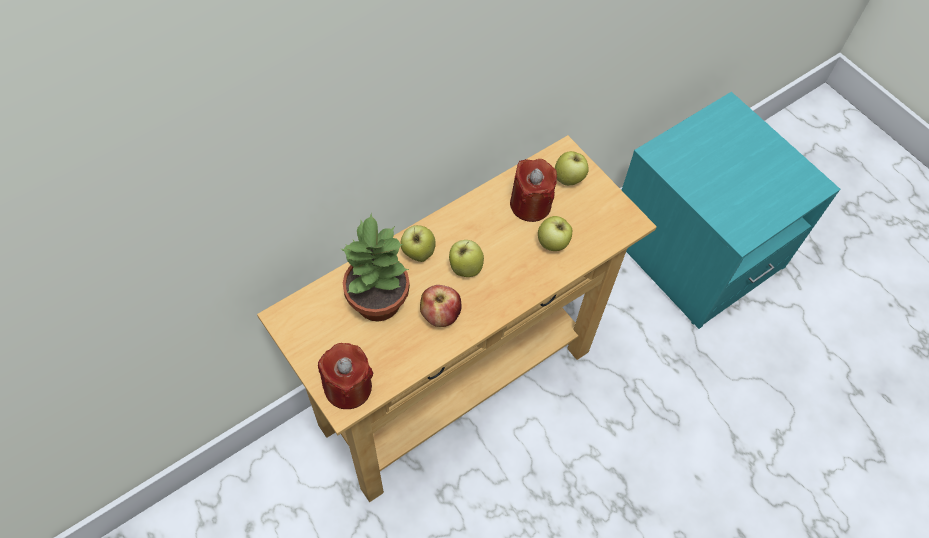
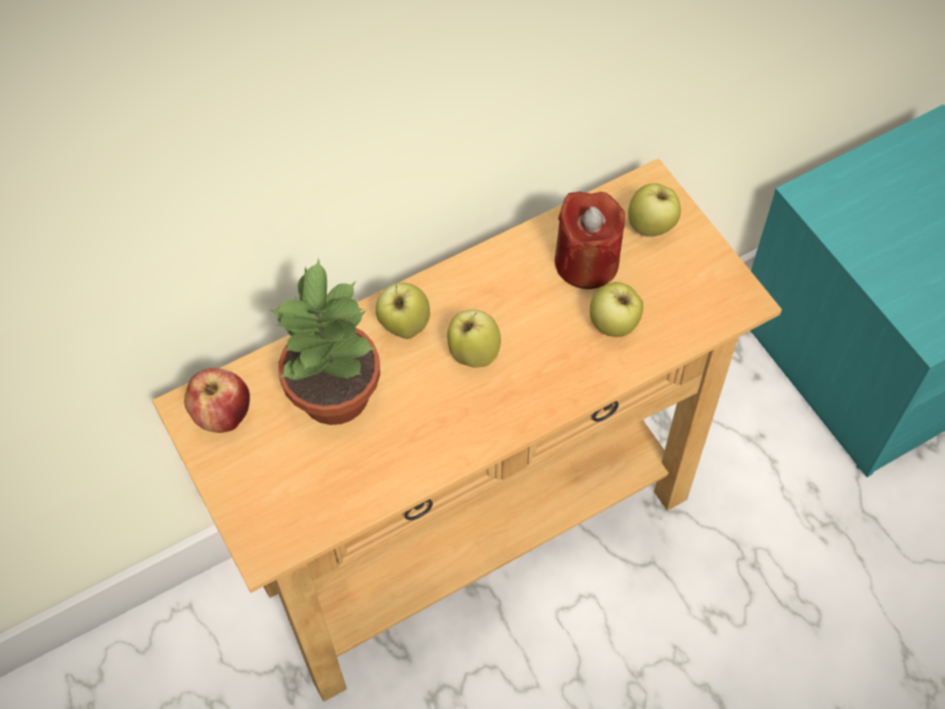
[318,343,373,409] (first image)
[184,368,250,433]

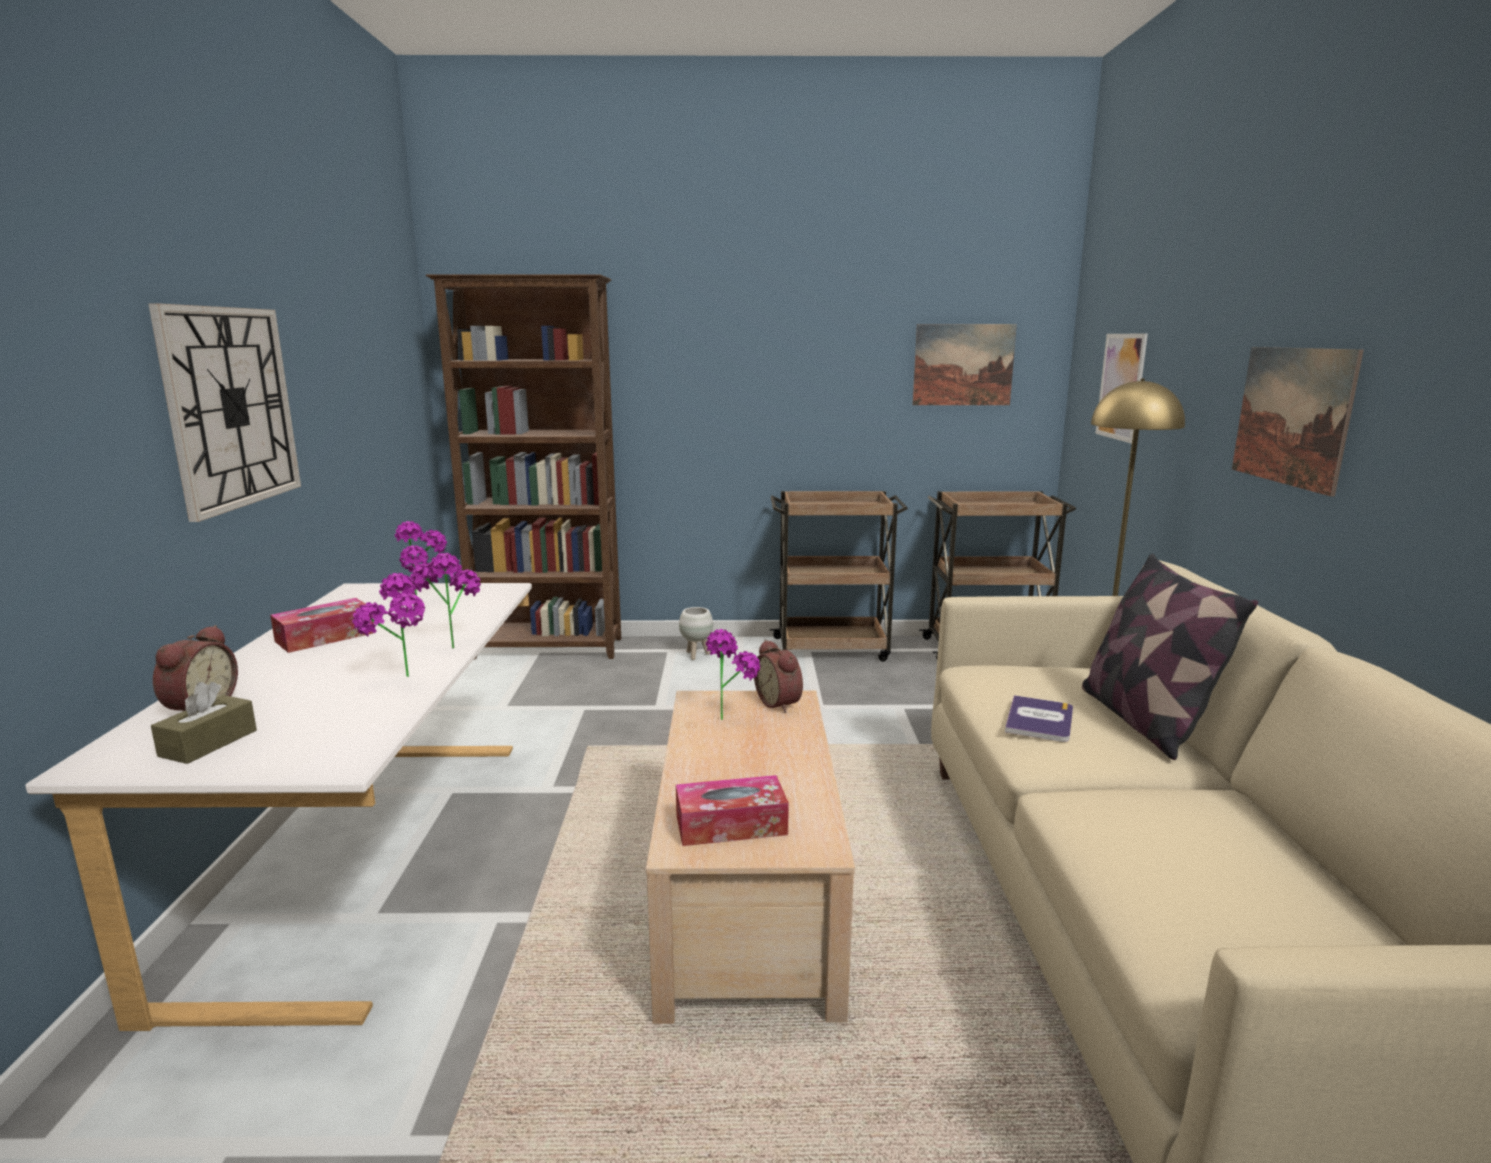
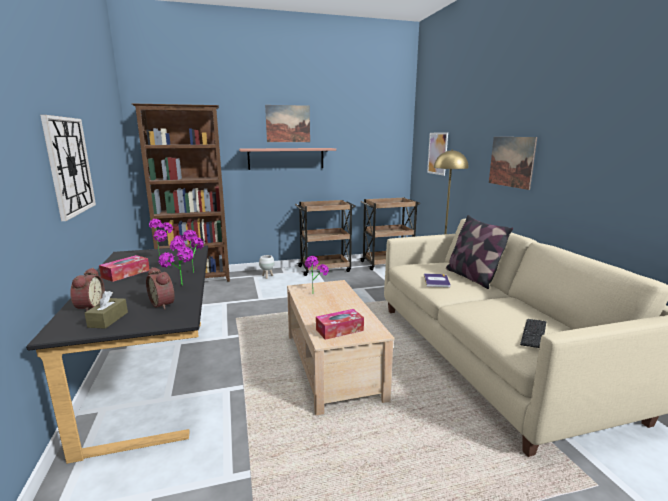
[26,246,208,464]
[146,267,175,309]
[265,105,310,142]
[239,148,336,170]
[520,319,546,348]

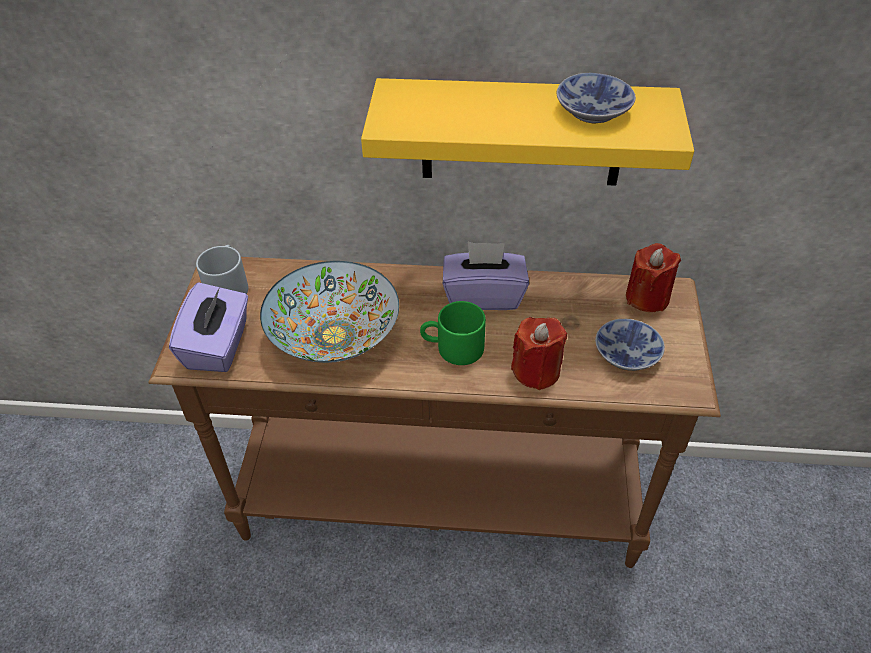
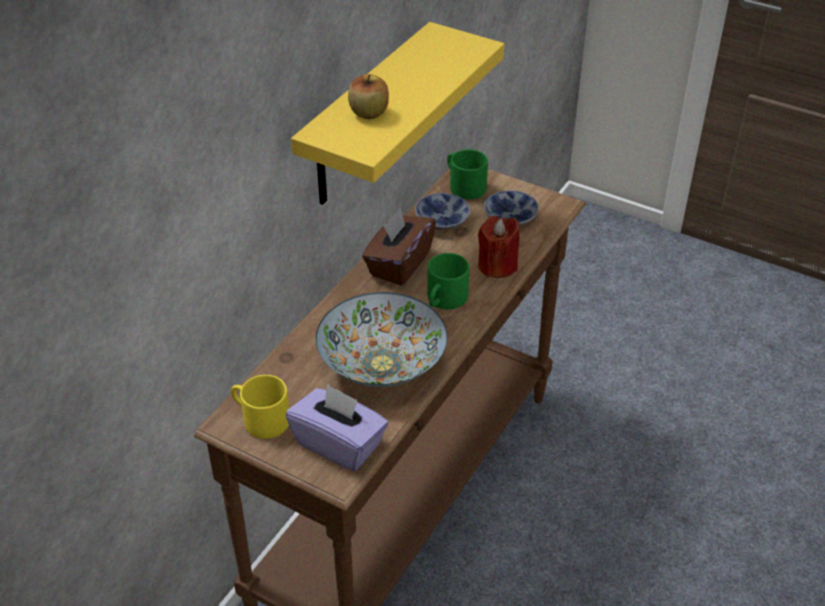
[231,375,289,439]
[362,207,436,286]
[415,193,470,230]
[447,149,488,199]
[348,74,389,119]

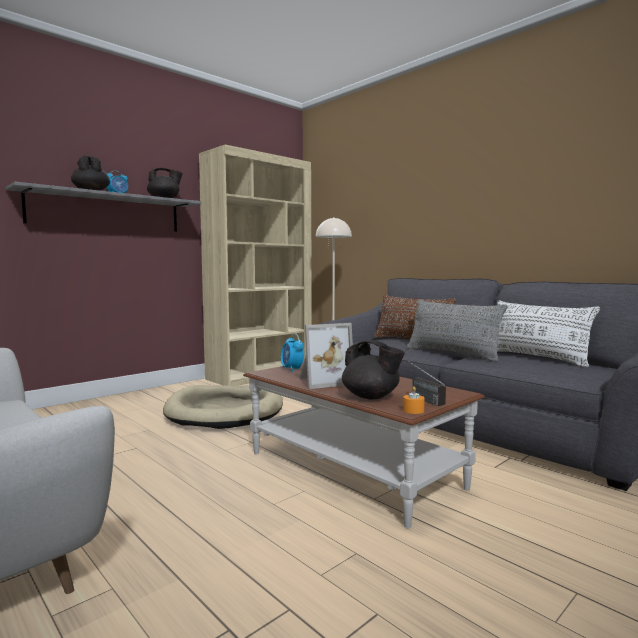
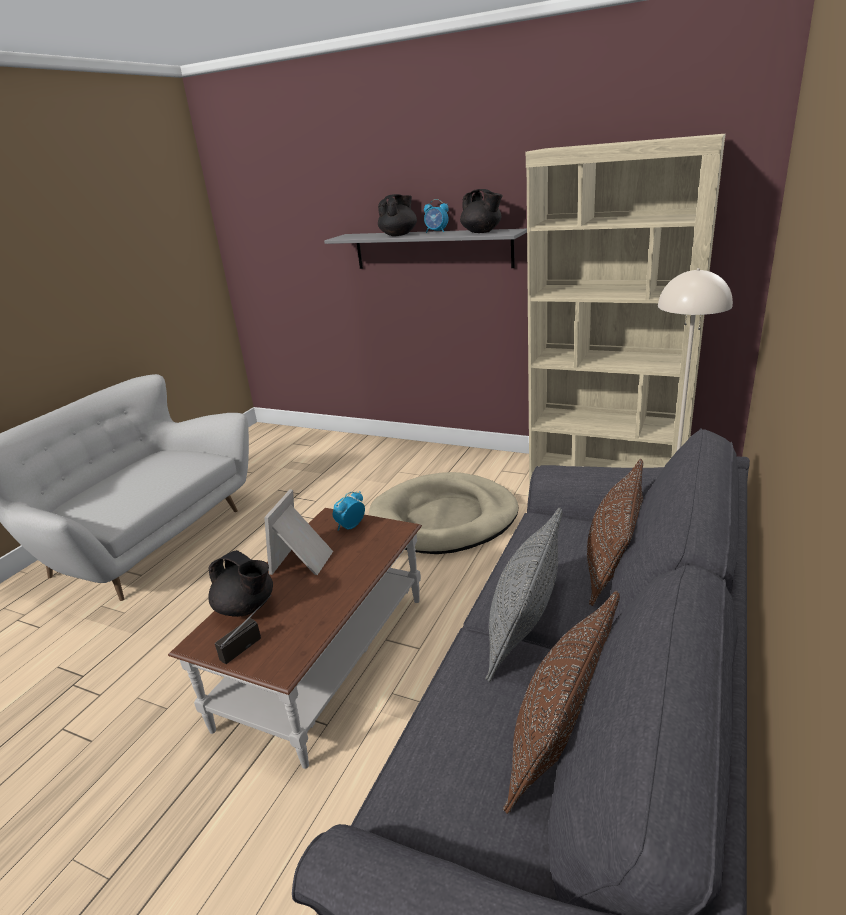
[264,489,333,575]
[208,550,273,617]
[403,386,425,414] (first image)
[503,591,620,814]

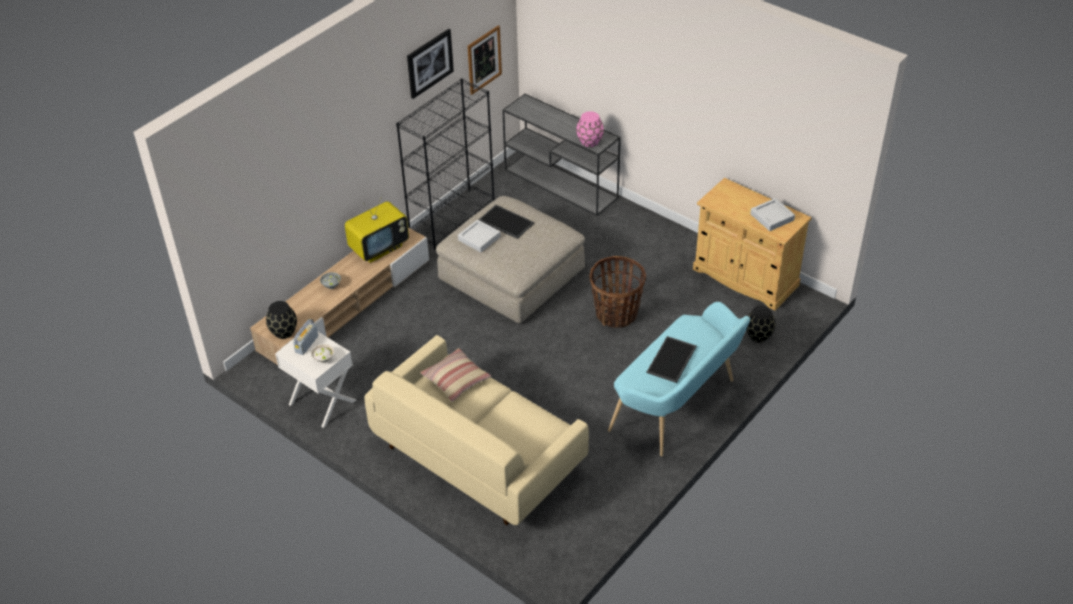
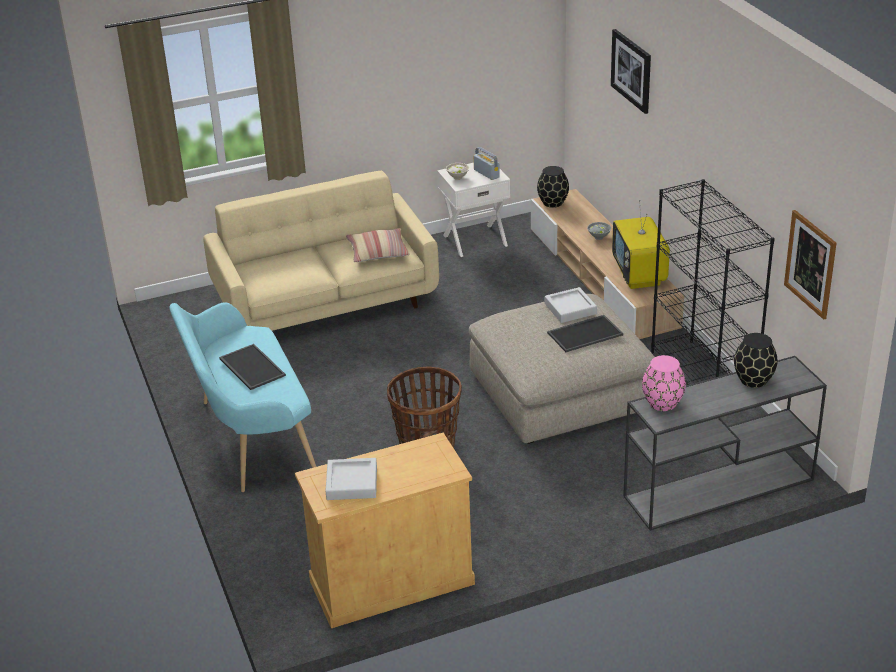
[611,29,651,114]
[734,333,777,388]

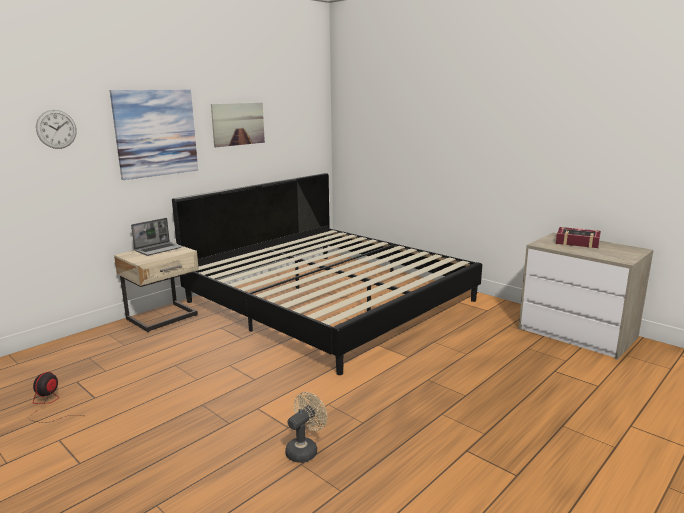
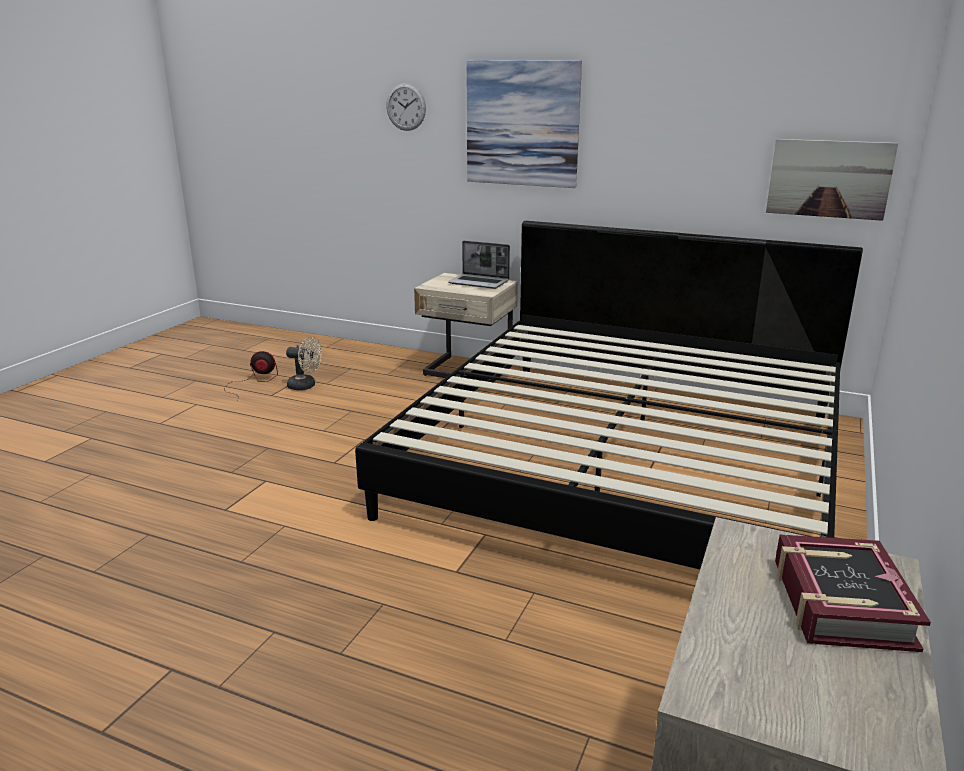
[766,139,898,221]
[286,337,322,390]

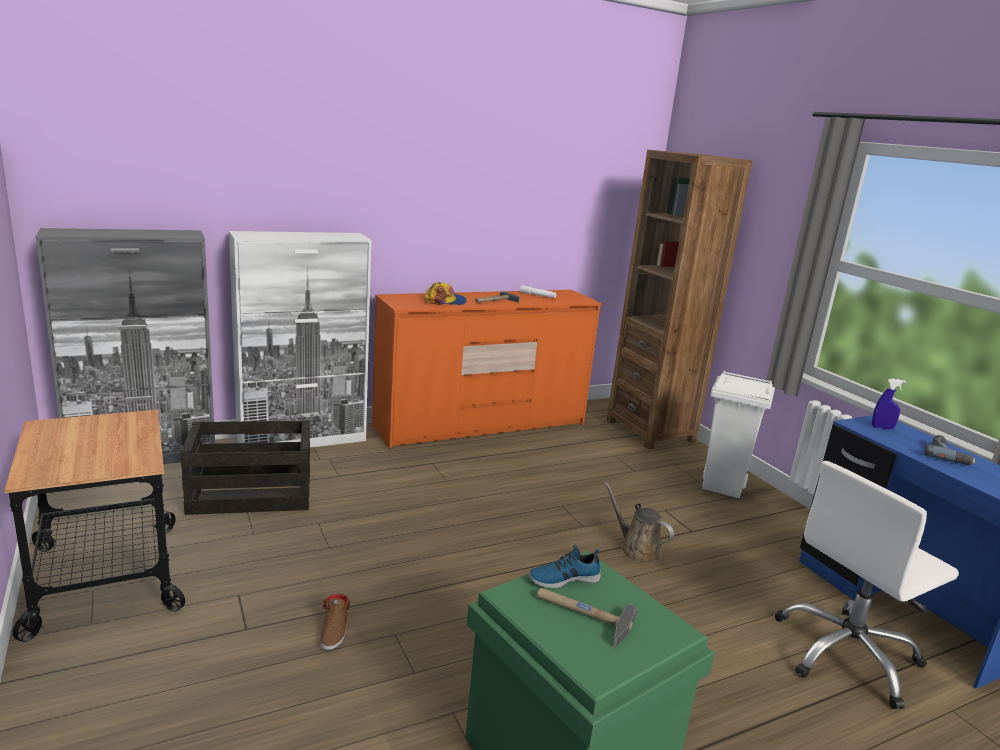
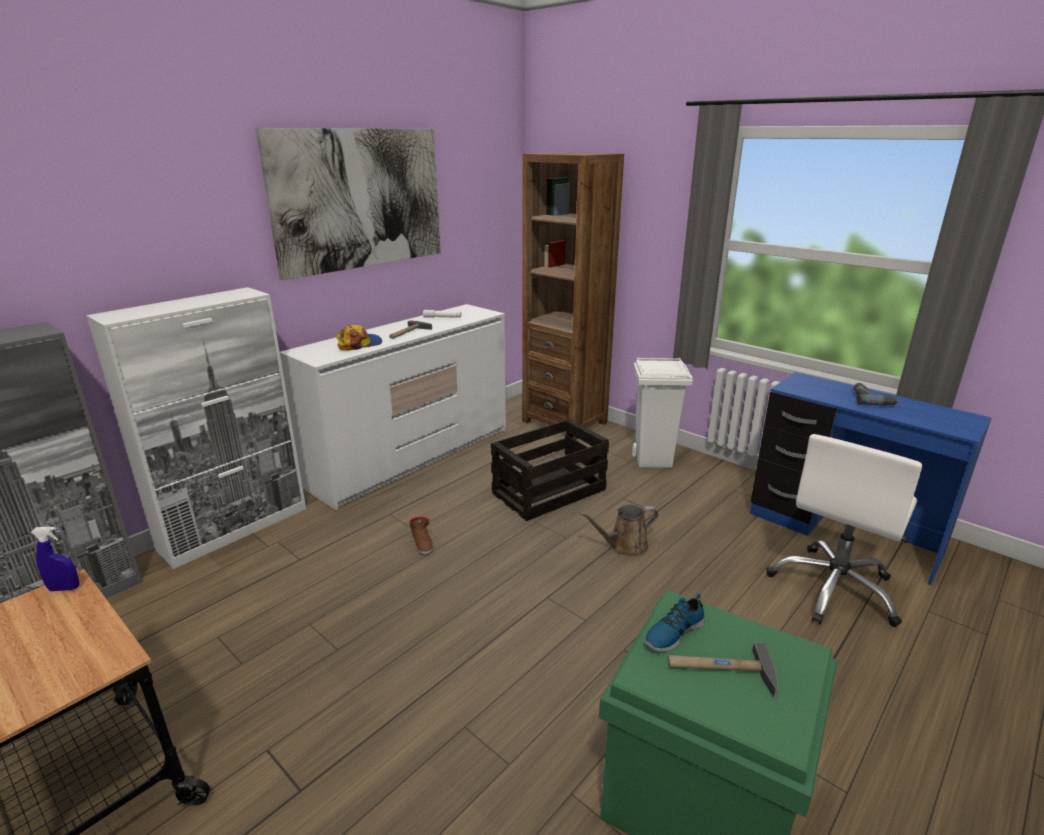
[491,419,609,521]
[409,517,433,555]
[280,304,506,511]
[580,505,658,556]
[30,526,79,591]
[256,128,440,280]

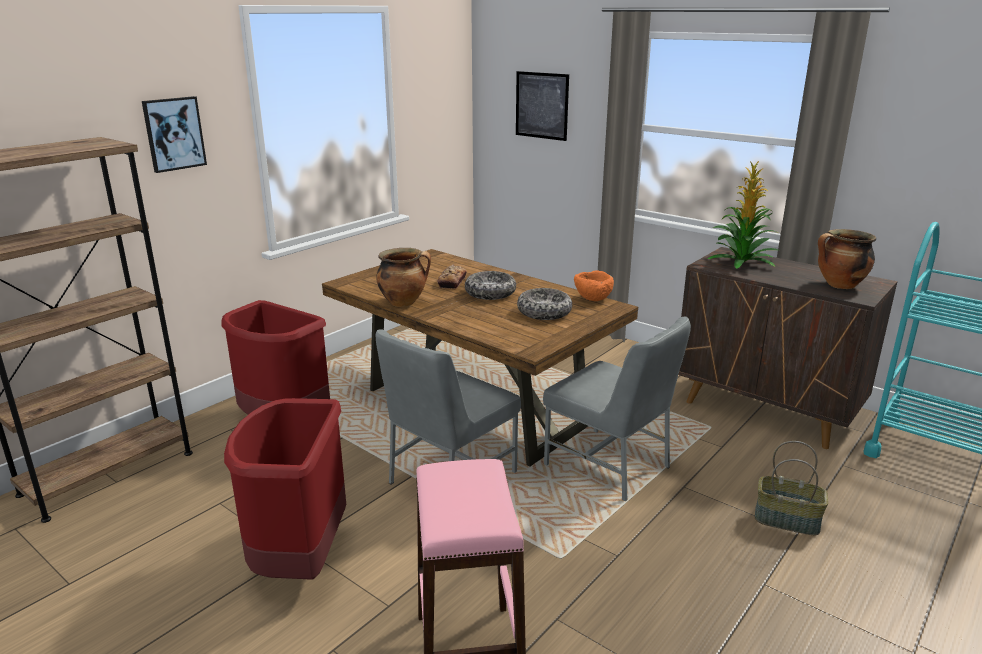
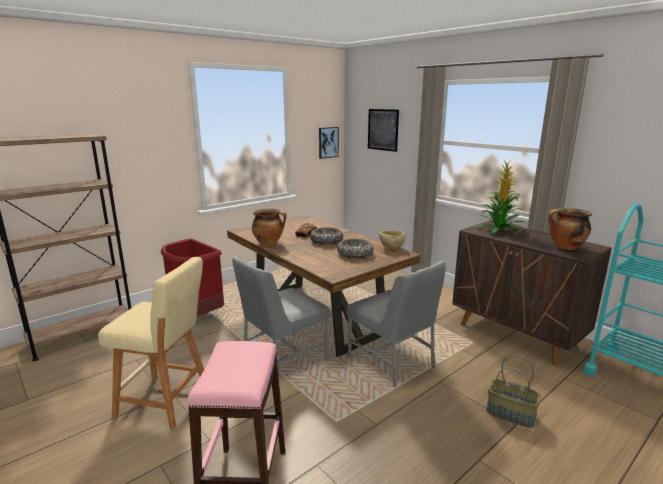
[319,127,339,159]
[98,257,204,429]
[379,230,405,250]

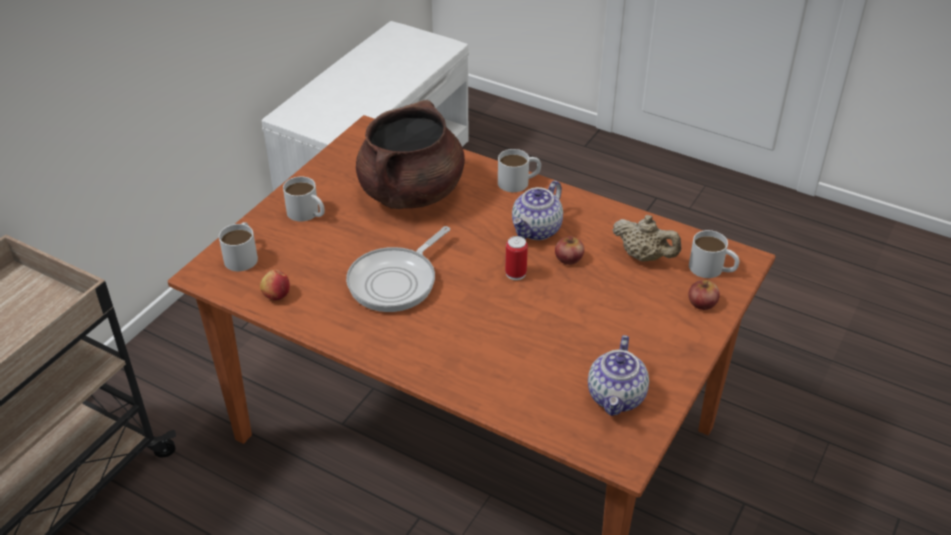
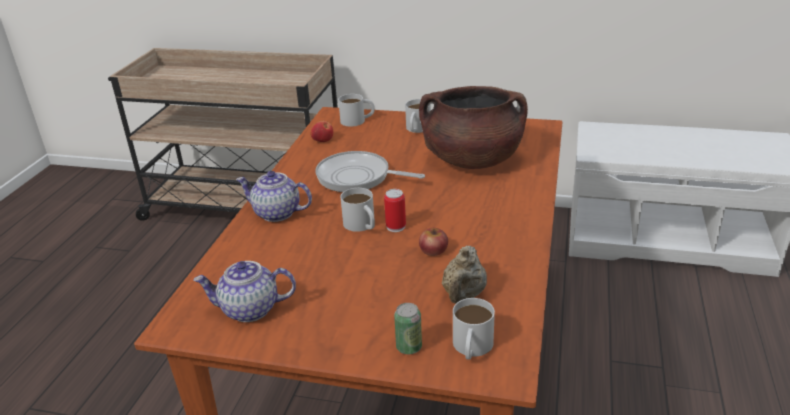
[340,188,375,232]
[236,171,312,222]
[394,303,422,354]

